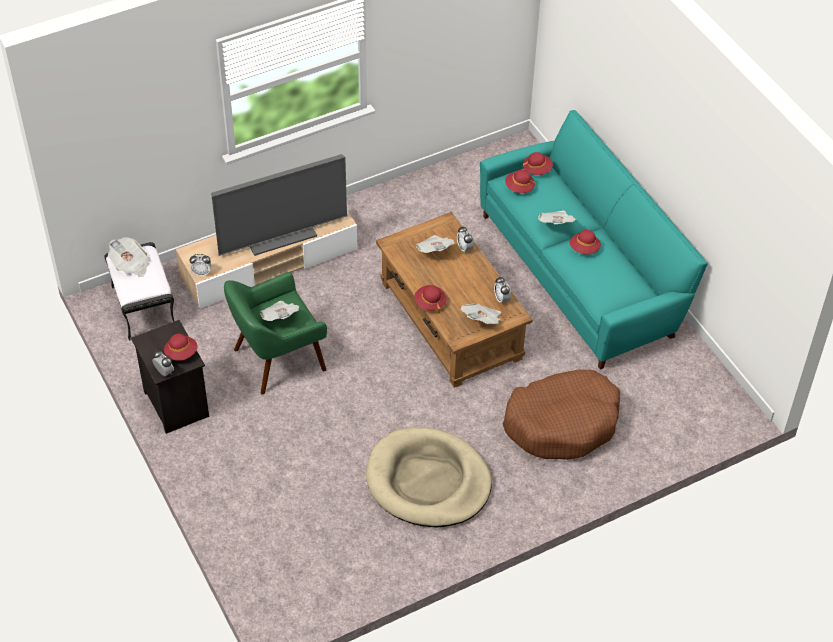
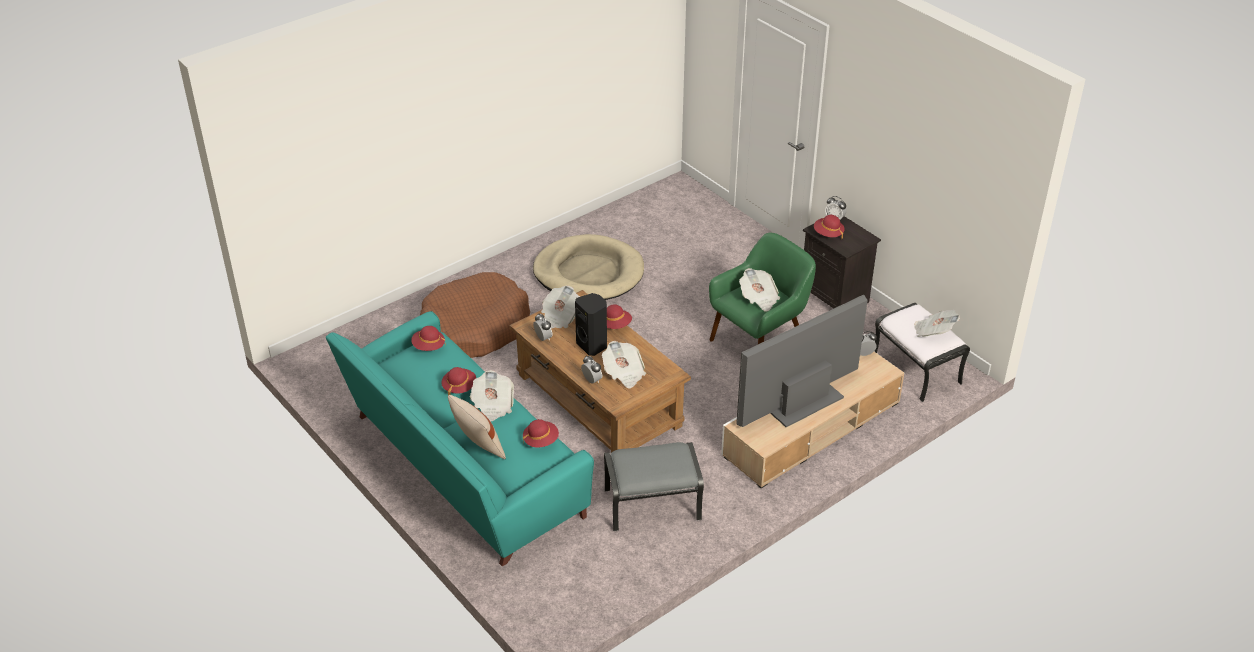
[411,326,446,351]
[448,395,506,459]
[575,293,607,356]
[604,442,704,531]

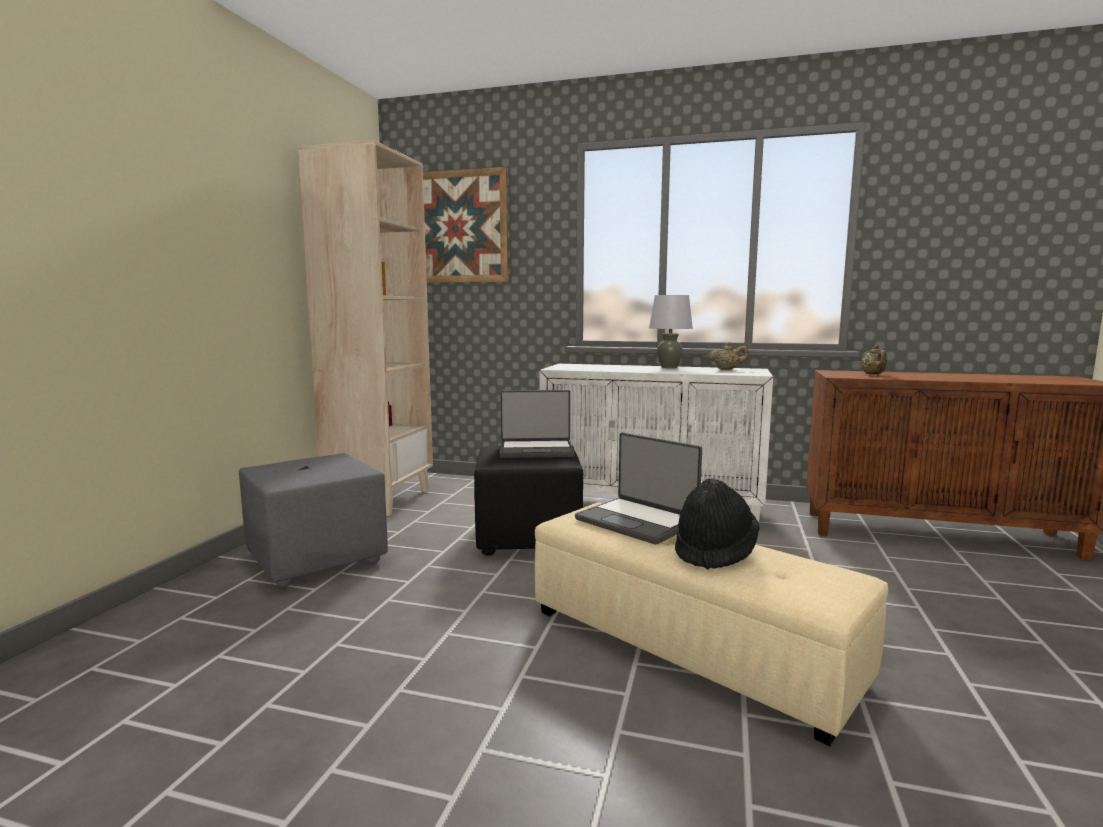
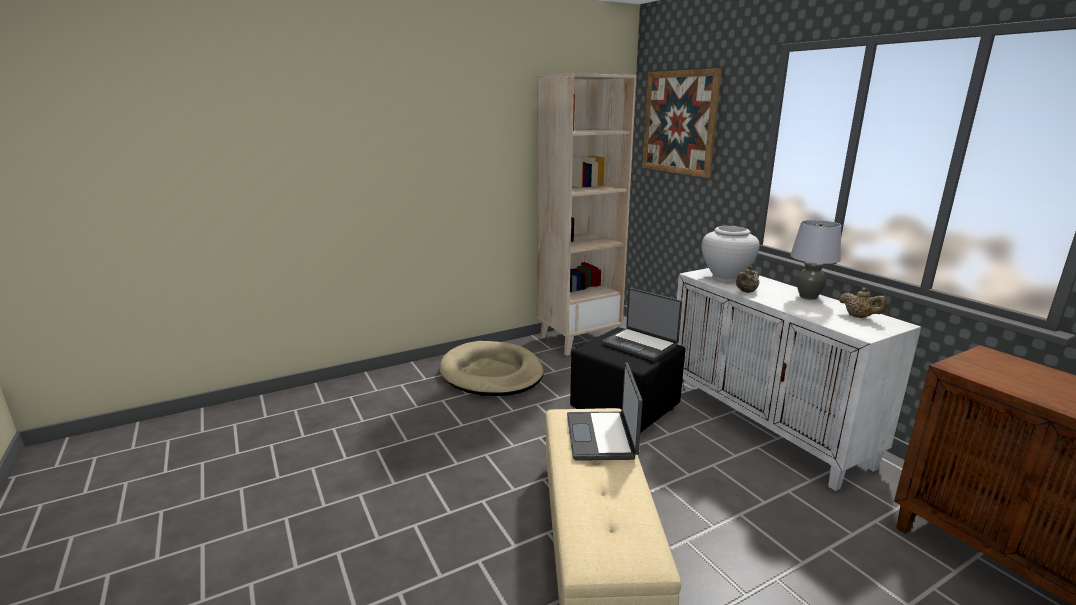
[439,341,544,396]
[675,478,759,570] (first image)
[736,266,759,293]
[702,226,759,282]

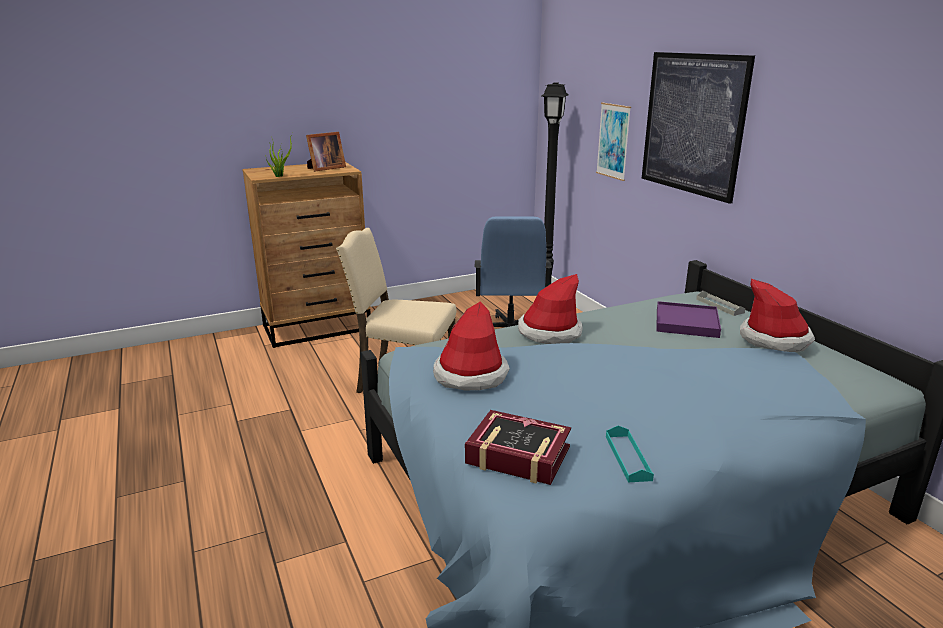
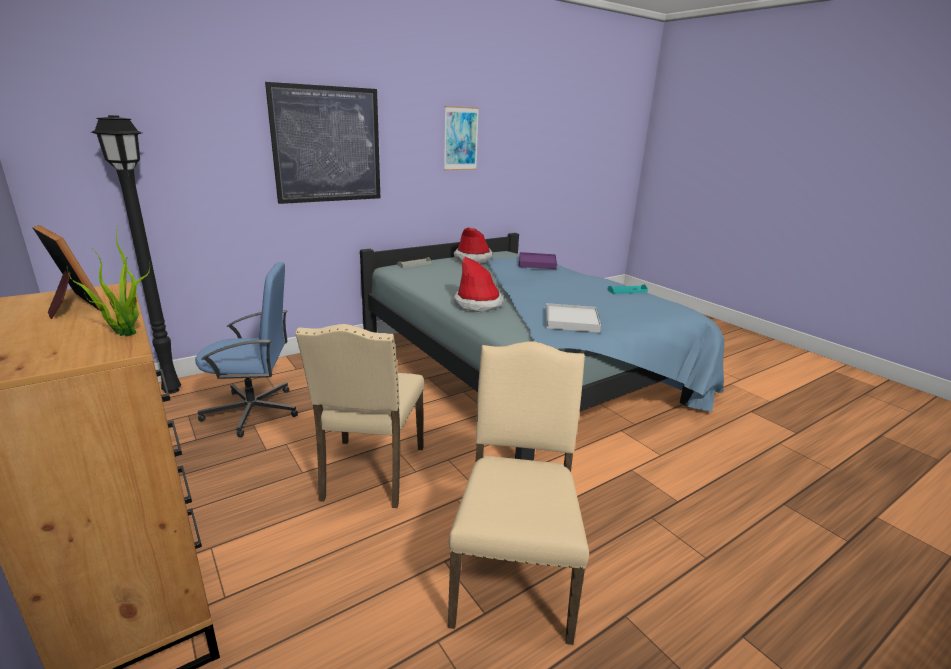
[546,303,601,333]
[465,410,571,485] (first image)
[444,106,479,170]
[518,252,557,269]
[448,341,589,645]

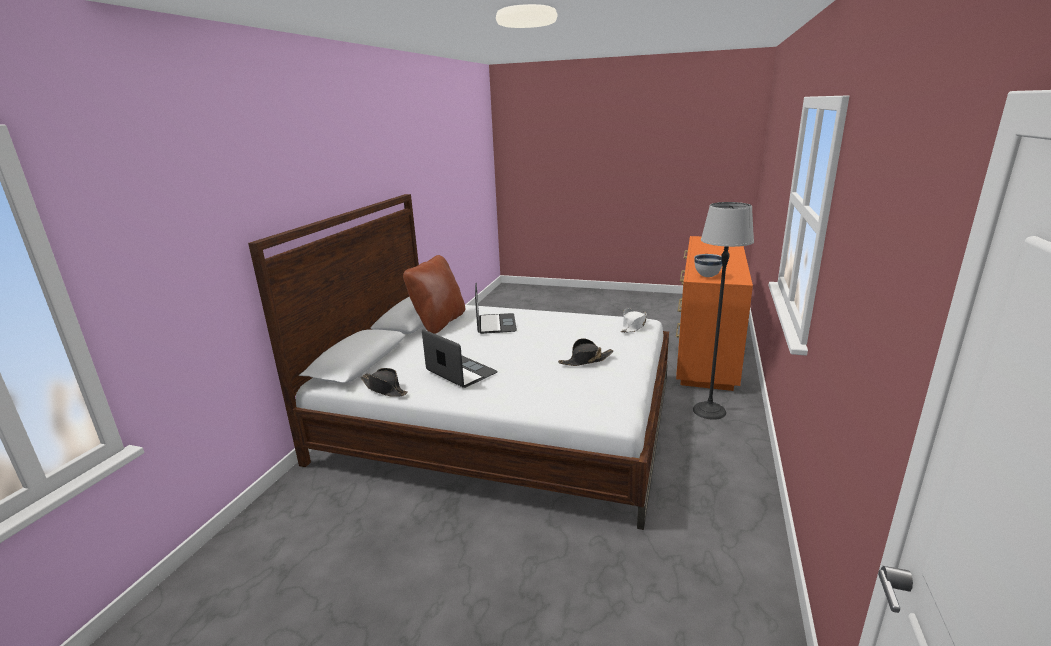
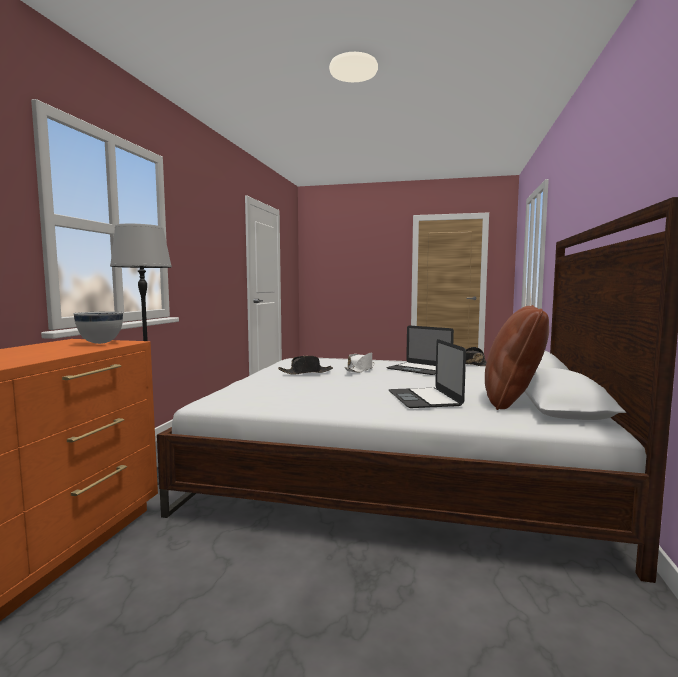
[345,353,375,373]

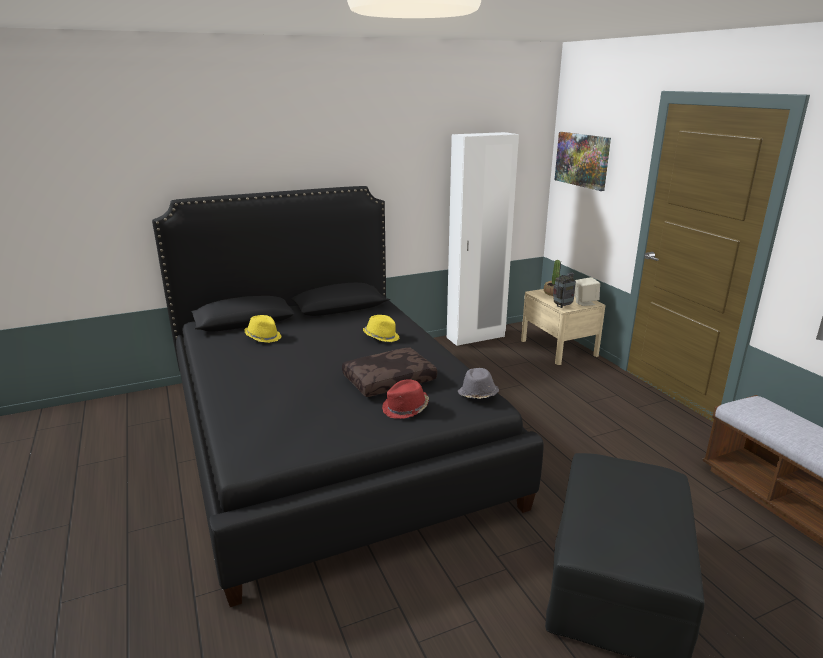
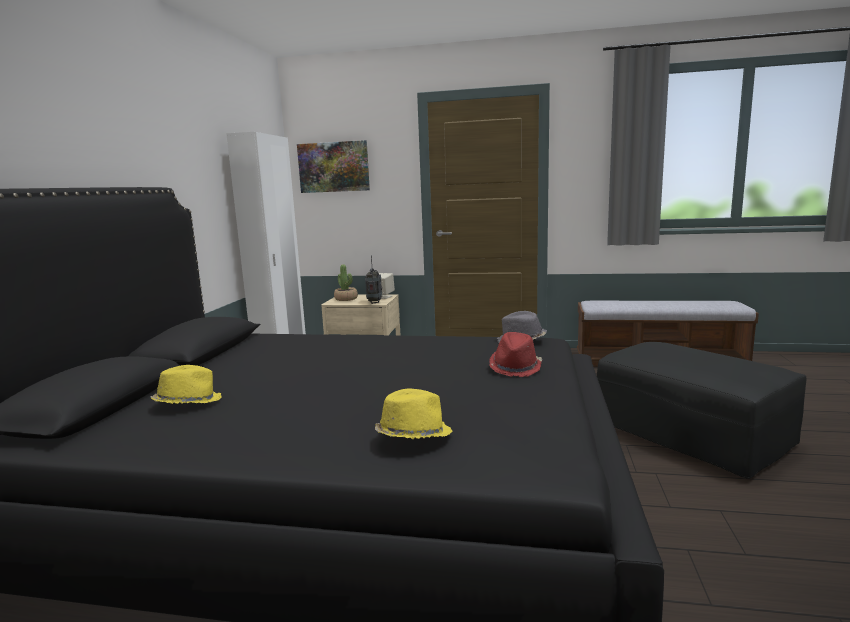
[342,347,437,397] (first image)
[375,389,453,439]

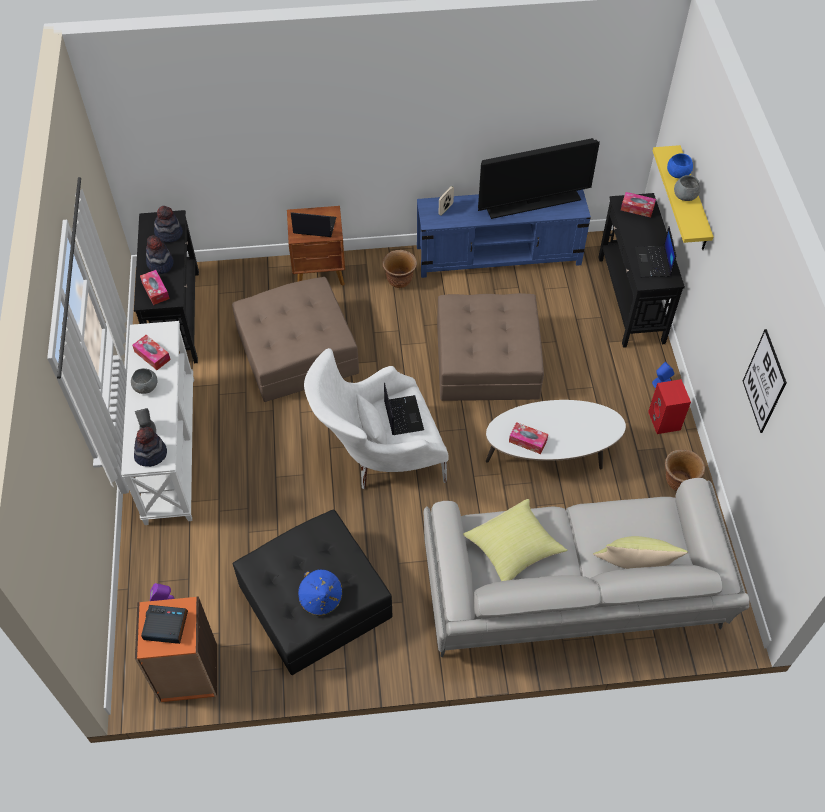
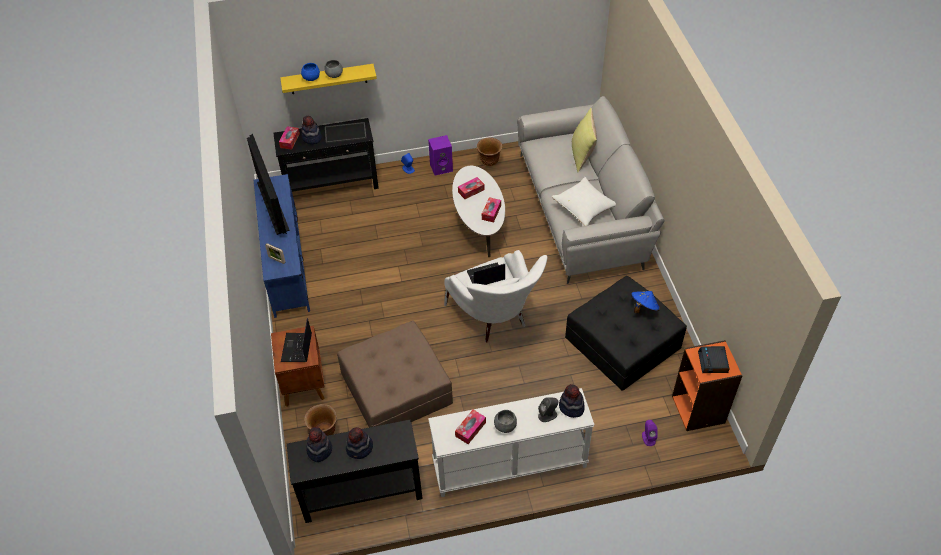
[458,177,485,199]
[304,404,337,436]
[437,293,544,401] (first image)
[552,177,616,226]
[325,122,367,143]
[428,135,453,176]
[743,329,787,433] (first image)
[301,116,322,144]

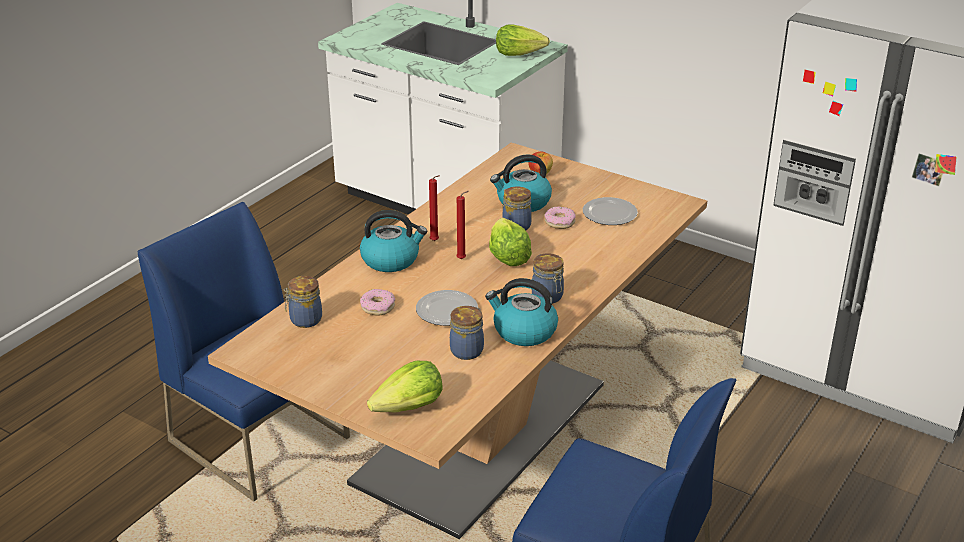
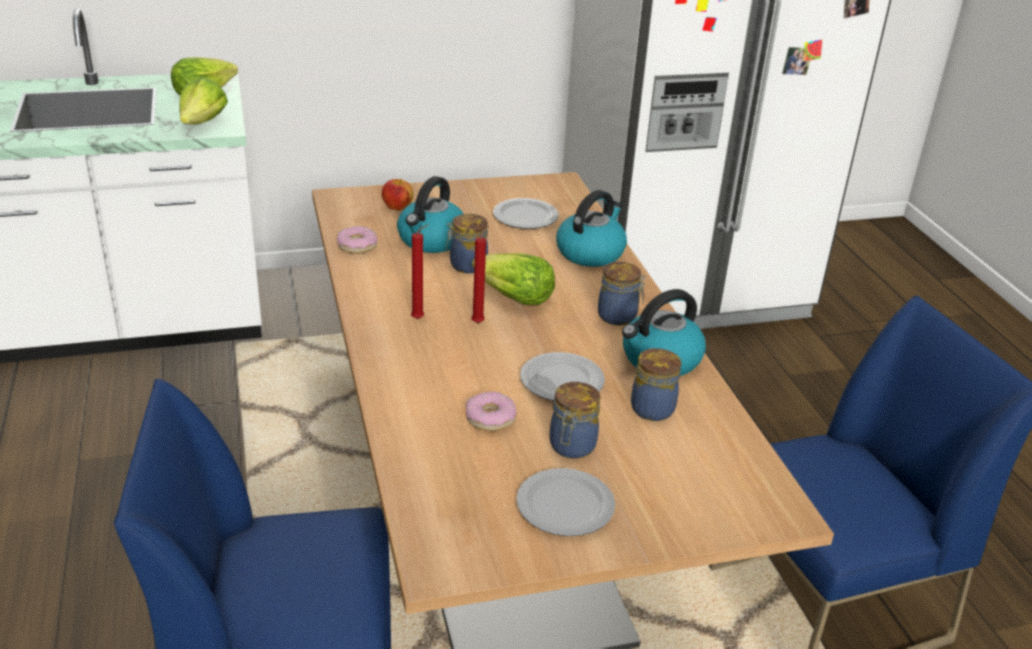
[550,382,600,458]
[556,190,627,267]
[179,77,228,125]
[337,226,377,254]
[516,468,615,536]

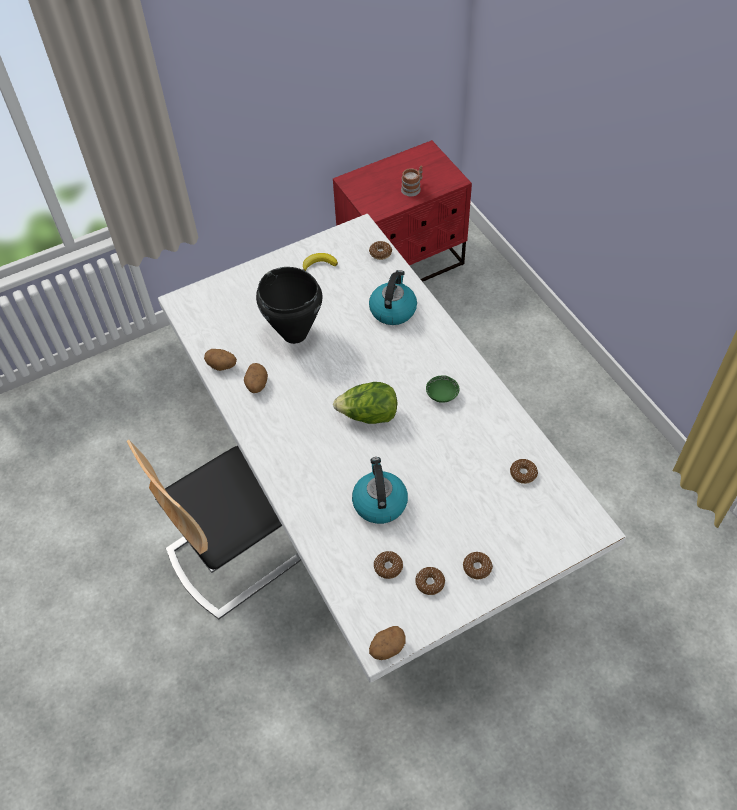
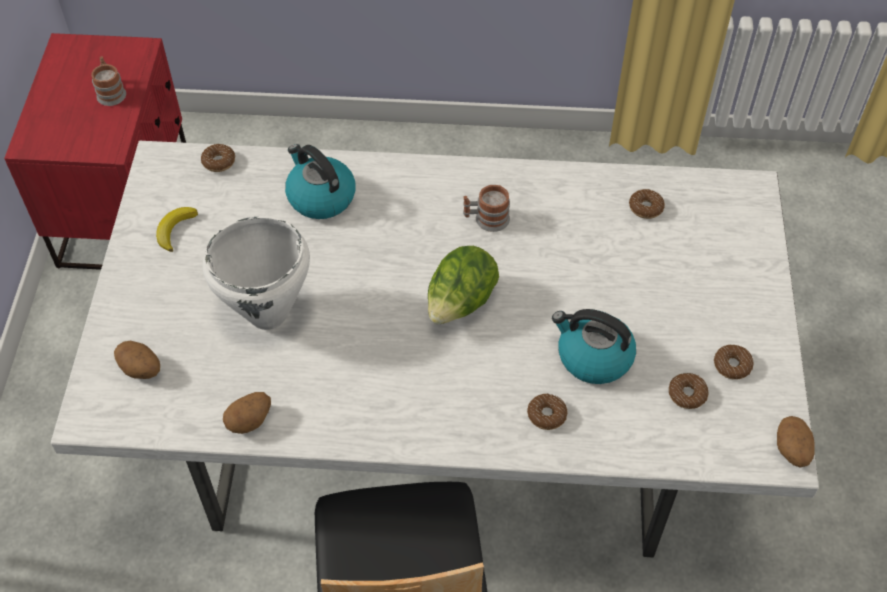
[114,341,160,379]
[203,217,310,330]
[463,185,510,232]
[527,393,568,430]

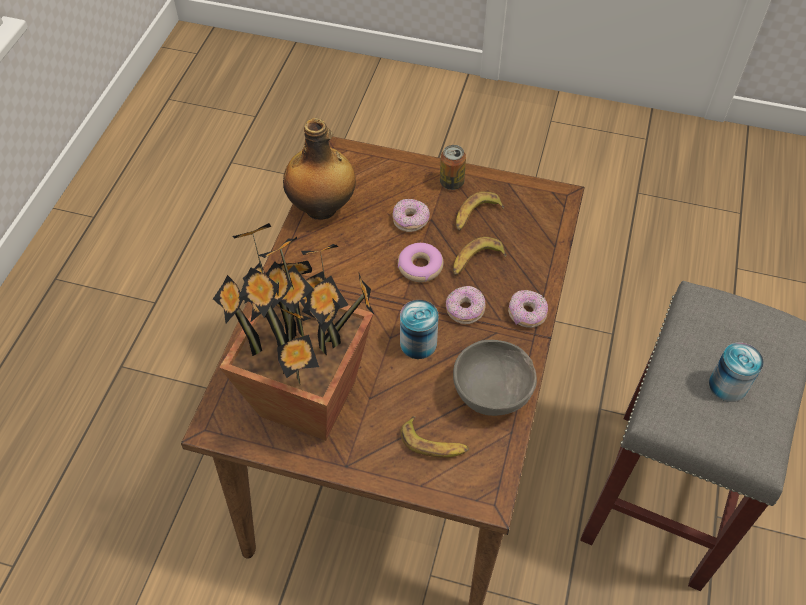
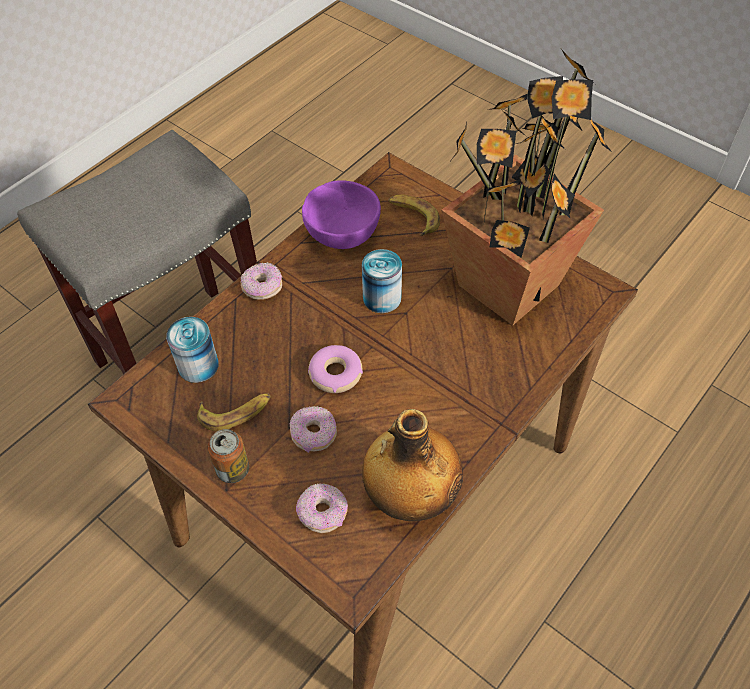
[296,483,348,533]
[453,237,507,275] (first image)
[302,180,381,249]
[166,317,219,383]

